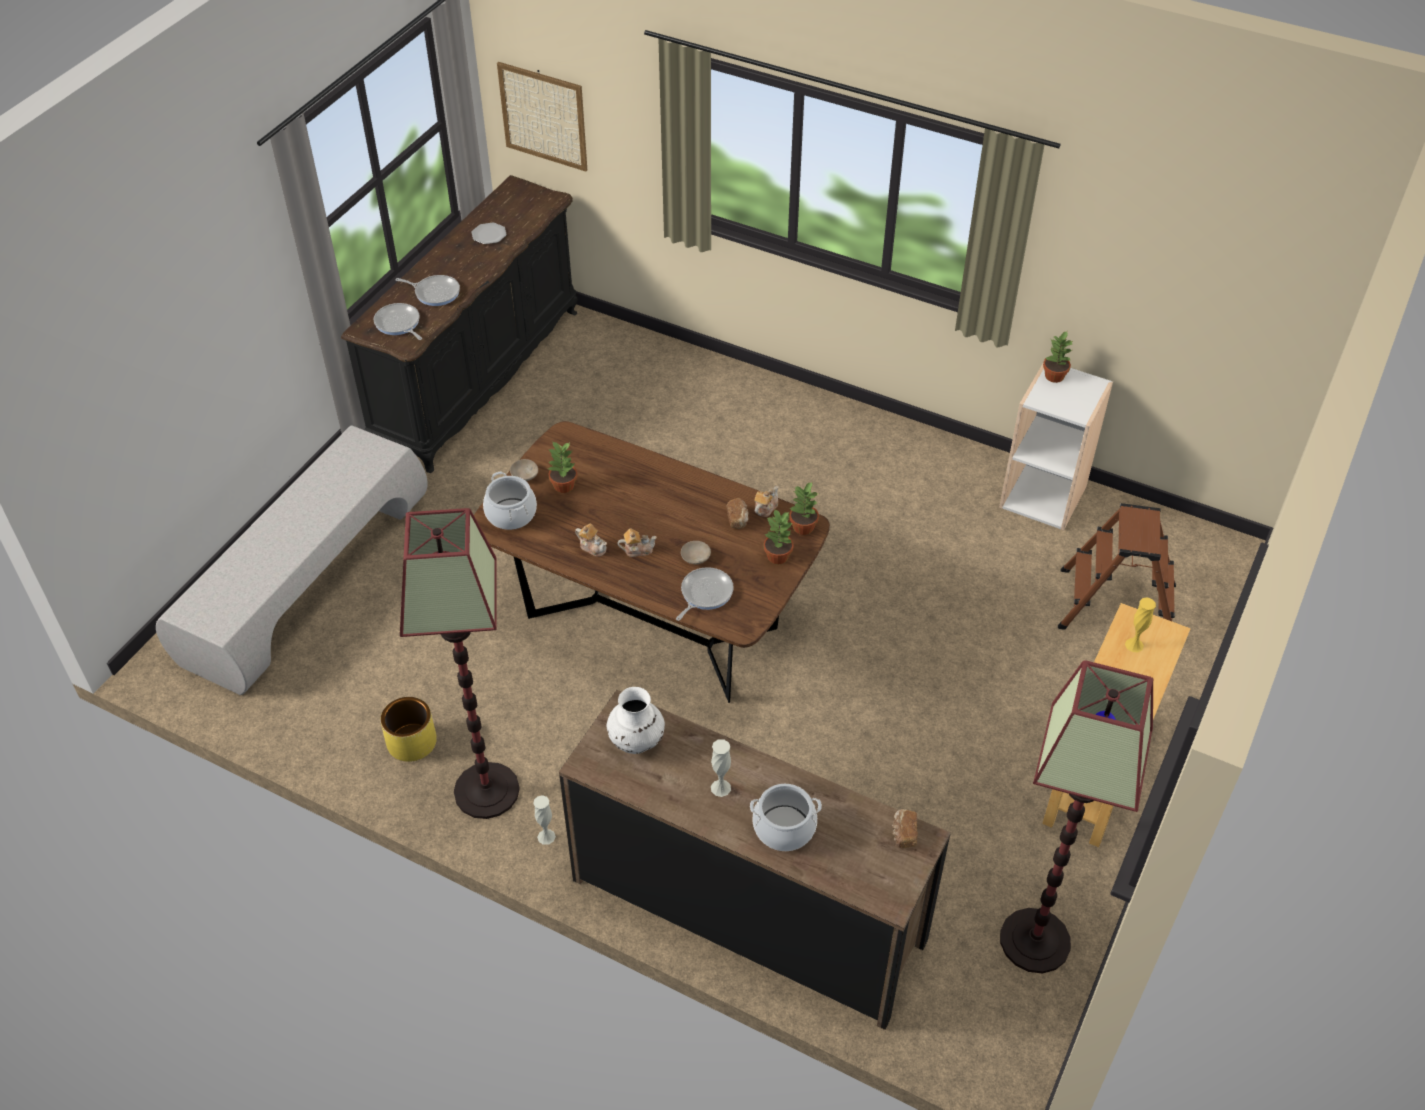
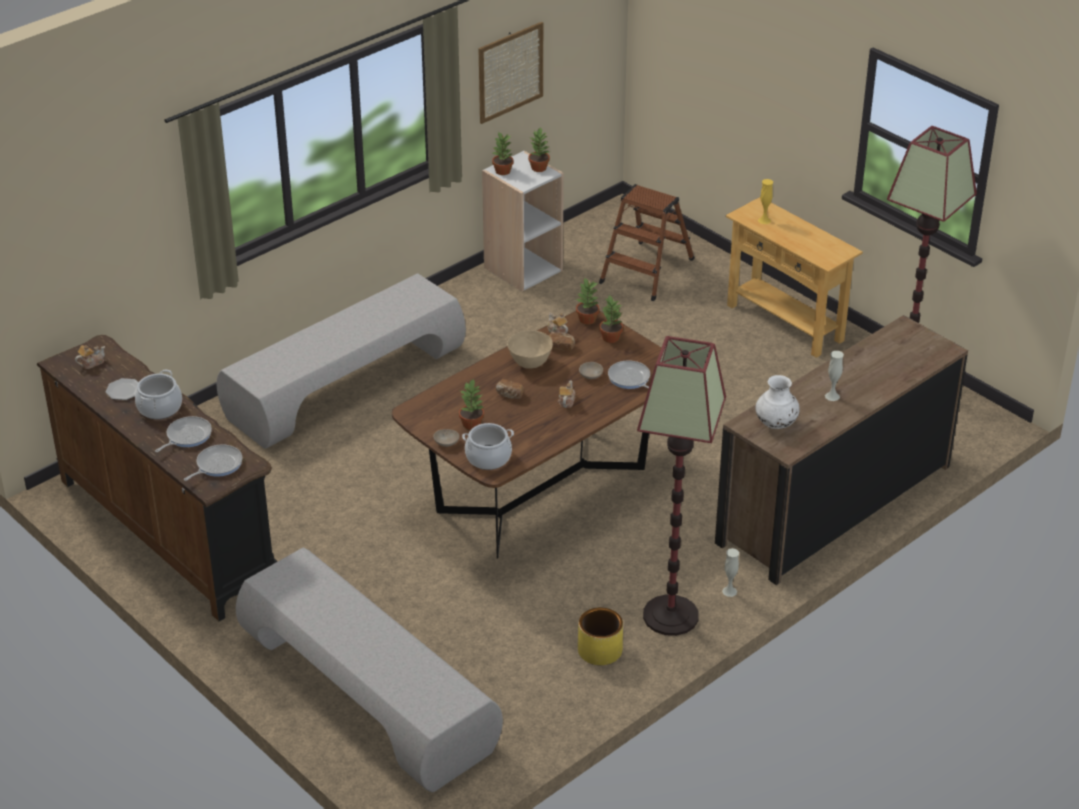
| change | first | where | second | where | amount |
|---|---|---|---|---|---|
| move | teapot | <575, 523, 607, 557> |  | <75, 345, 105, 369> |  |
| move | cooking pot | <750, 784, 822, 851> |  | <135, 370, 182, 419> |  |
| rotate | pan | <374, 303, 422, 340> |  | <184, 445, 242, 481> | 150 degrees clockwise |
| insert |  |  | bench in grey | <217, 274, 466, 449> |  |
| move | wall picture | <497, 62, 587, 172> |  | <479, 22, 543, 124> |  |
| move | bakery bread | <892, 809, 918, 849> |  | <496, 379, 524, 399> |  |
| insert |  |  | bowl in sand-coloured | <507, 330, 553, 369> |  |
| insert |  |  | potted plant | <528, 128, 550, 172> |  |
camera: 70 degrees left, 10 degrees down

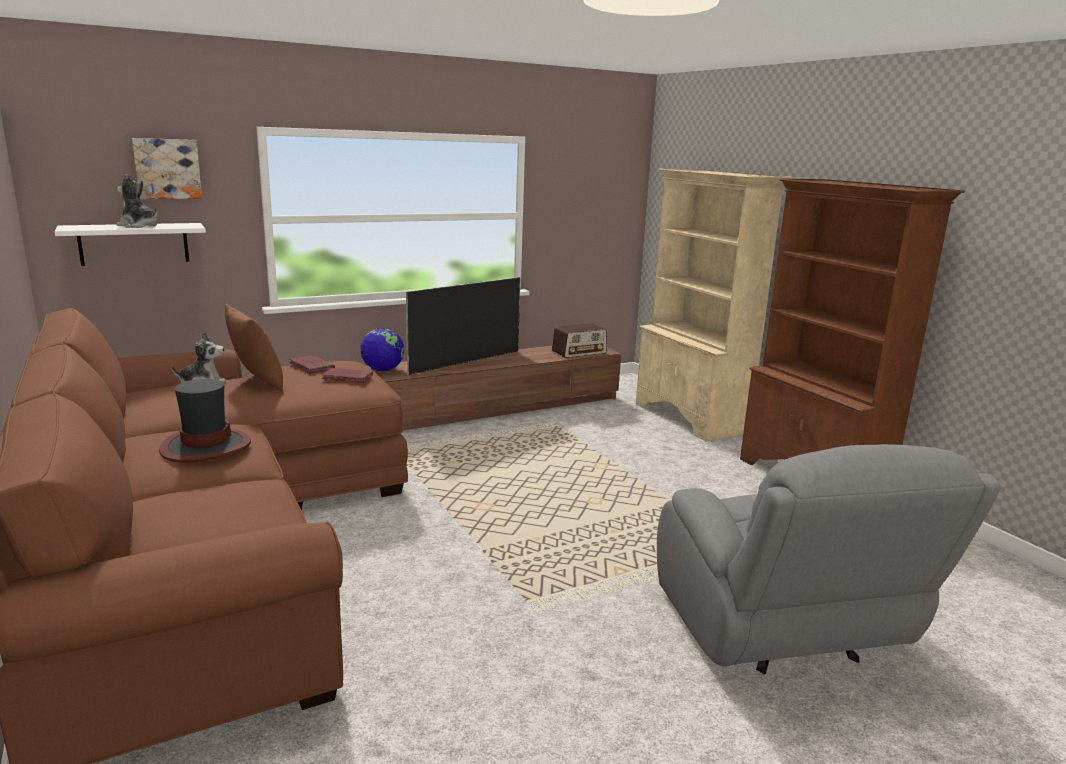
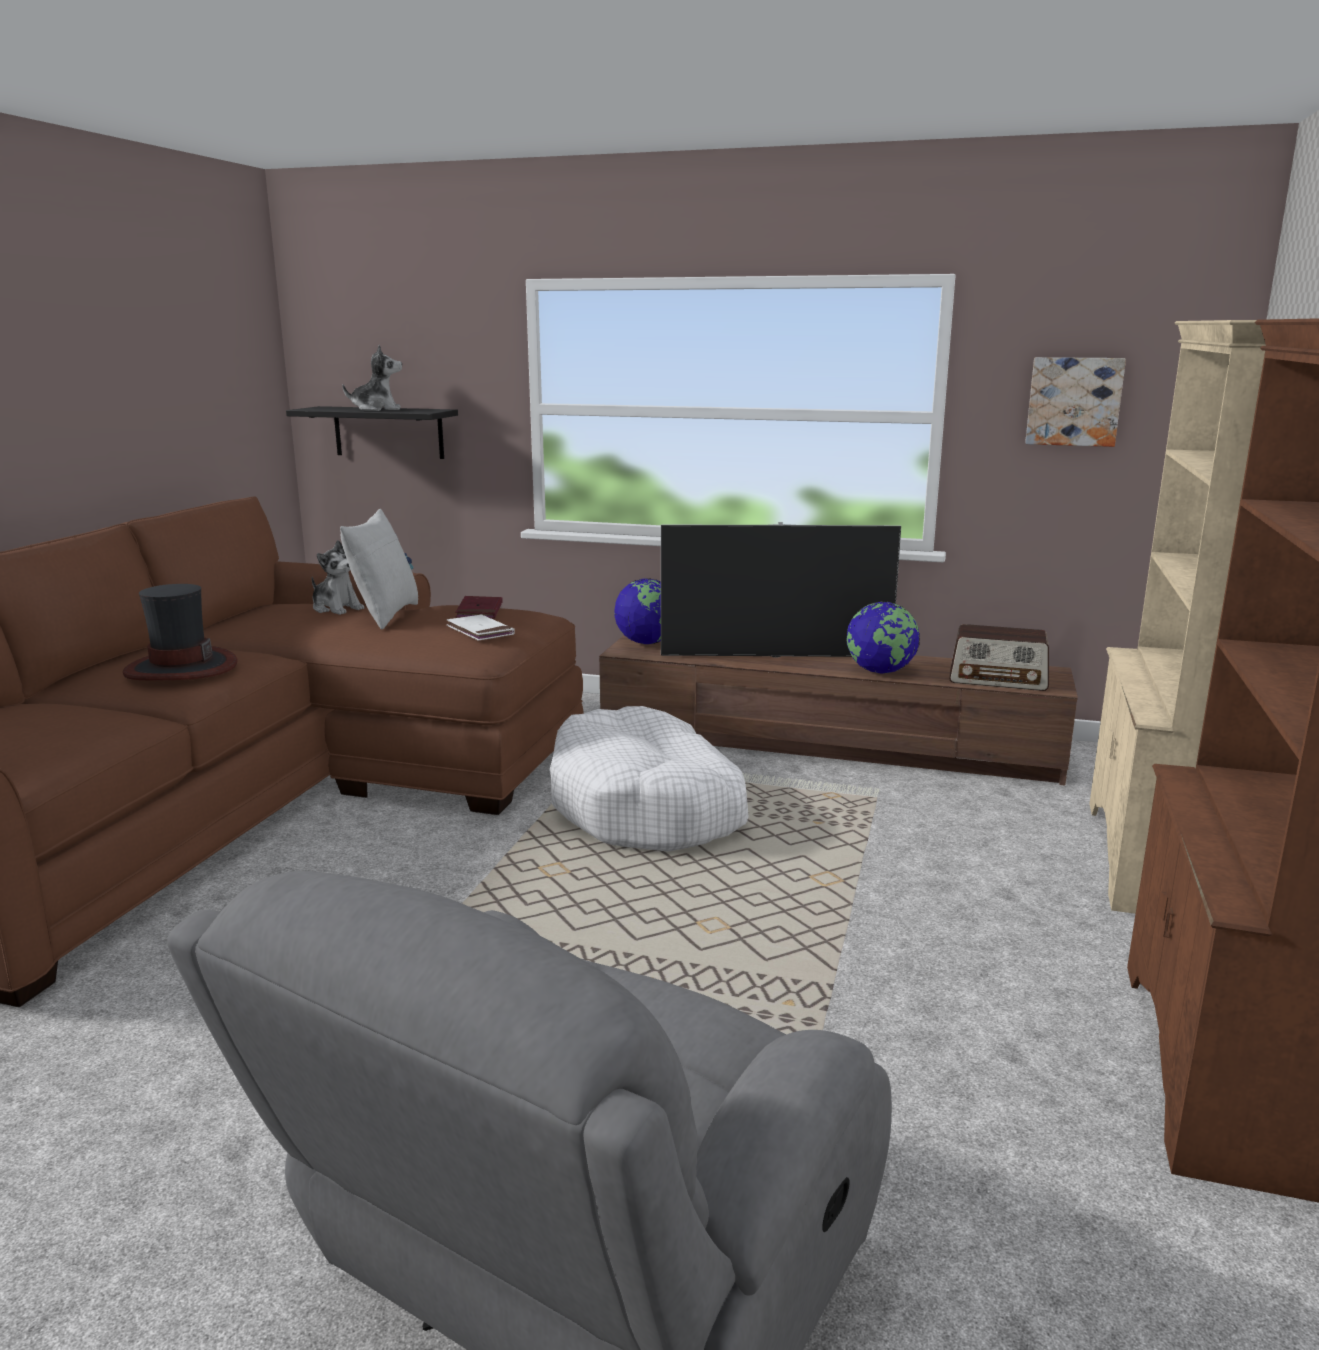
| change | first | where | second | where | amount |
|---|---|---|---|---|---|
| recolor | wall shelf in white | <54, 223, 206, 266> | wall shelf in black | <286, 406, 458, 459> |  |
| recolor | throw pillow in brown-coloured | <225, 304, 283, 391> | throw pillow in grey | <340, 509, 418, 630> |  |
| rotate | cuddly toy | <116, 174, 158, 228> |  | <342, 345, 402, 411> | 105 degrees clockwise |
| recolor | book in reddish | <321, 368, 373, 383> | book in white | <447, 614, 515, 641> |  |
| insert |  |  | dog cushion in white | <550, 706, 749, 852> |  |
| insert |  |  | world globe | <846, 602, 920, 674> |  |
| move | wall picture | <132, 138, 202, 199> |  | <1025, 357, 1126, 447> |  |
camera: 45 degrees right, 0 degrees up

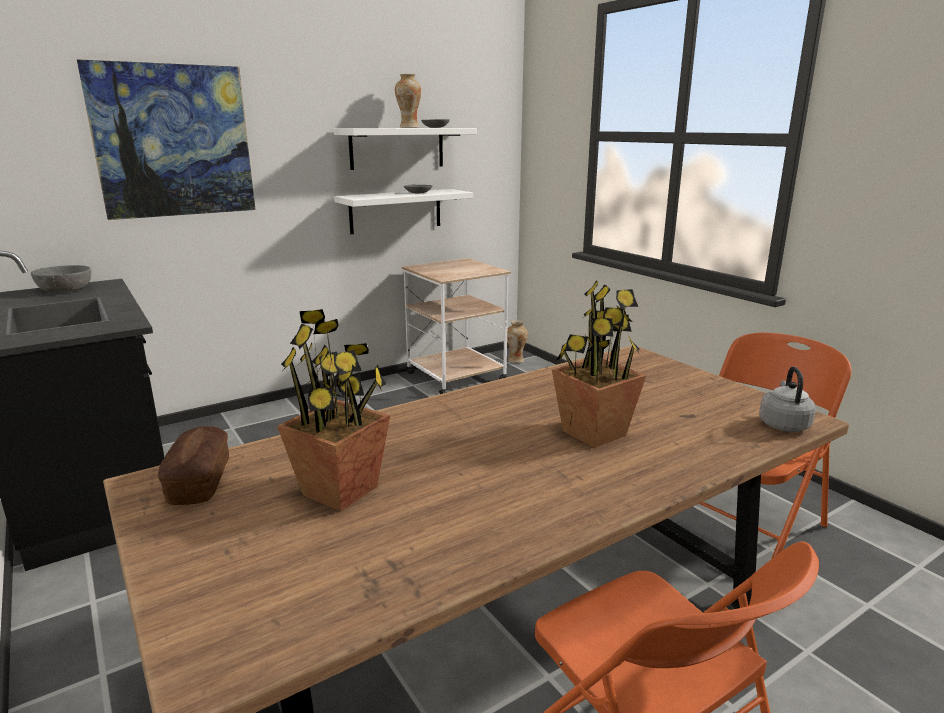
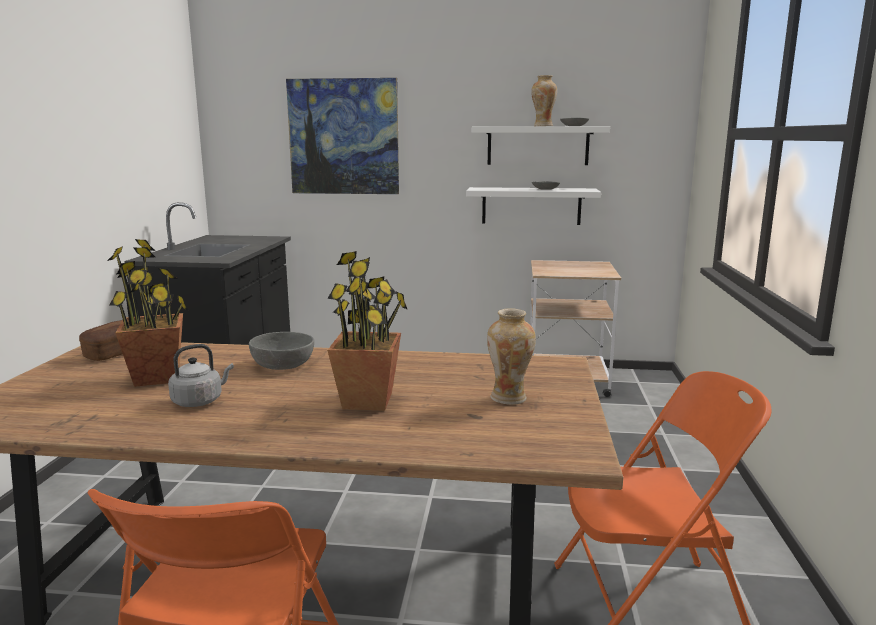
| change | first | where | second | where | amount |
|---|---|---|---|---|---|
| move | tea kettle in grey | <759, 367, 816, 432> |  | <168, 344, 234, 407> |  |
| move | bowl in grey | <31, 265, 91, 293> |  | <249, 332, 314, 370> |  |
| move | decorative vase | <507, 320, 528, 363> |  | <487, 309, 536, 405> |  |
camera: 40 degrees right, 5 degrees down

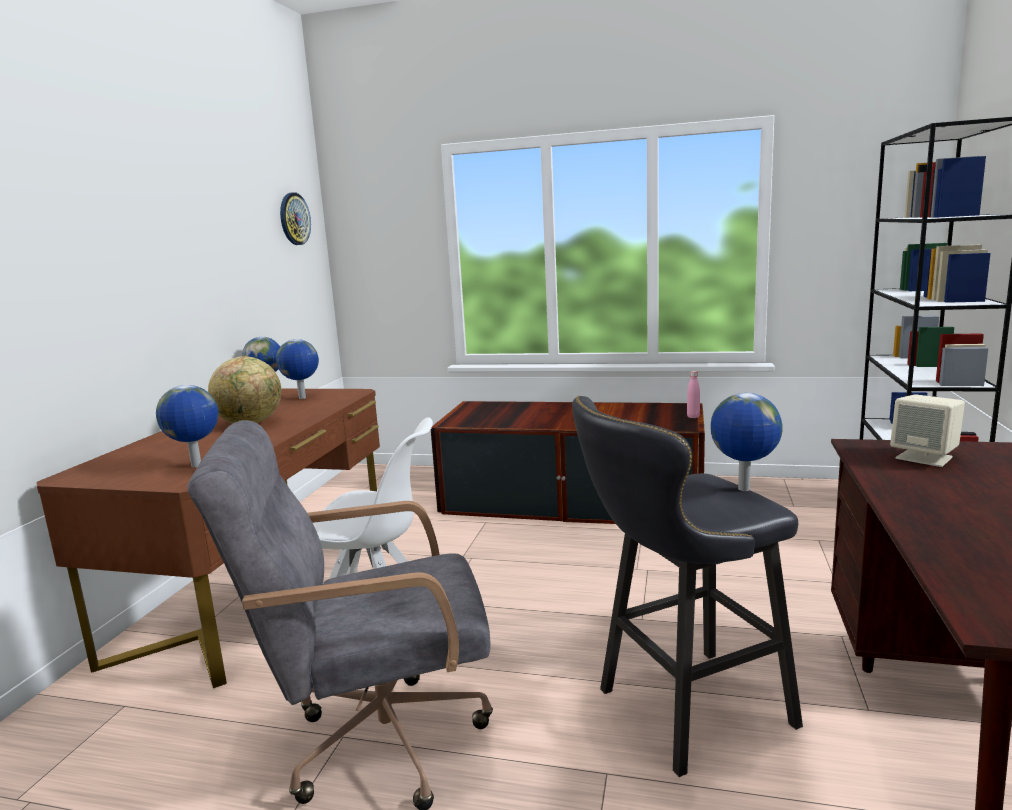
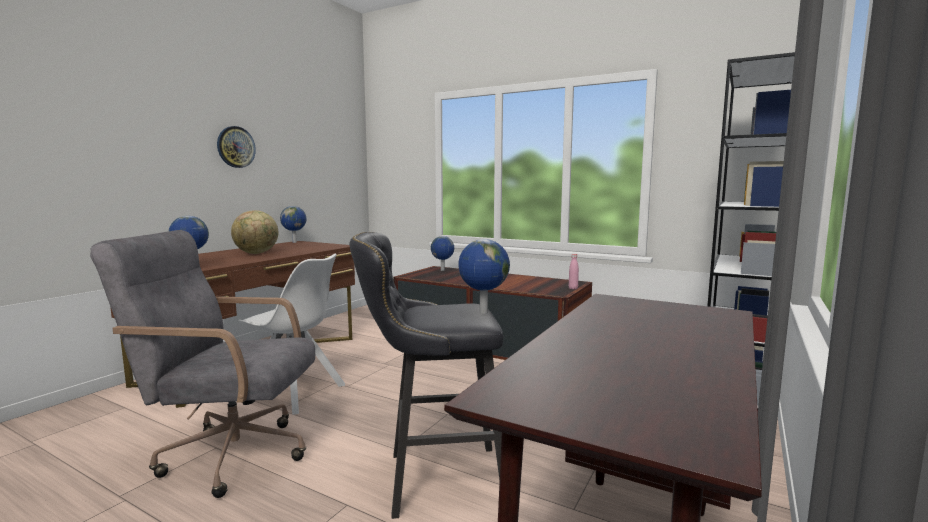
| change | first | where | second | where | amount |
|---|---|---|---|---|---|
| move | clock on the wall | <280, 192, 311, 245> |  | <217, 126, 256, 168> |  |
| move | world globe | <276, 339, 319, 399> |  | <431, 236, 454, 271> |  |
| delete | loudspeaker in sand-coloured | <890, 394, 965, 467> |  |  |  |
camera: 15 degrees right, 5 degrees down

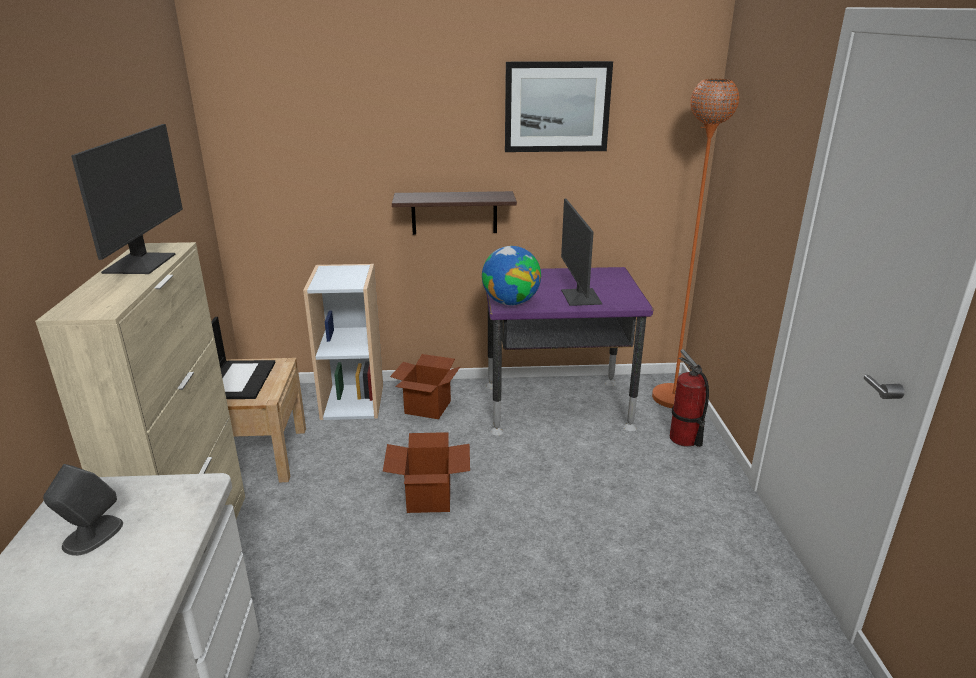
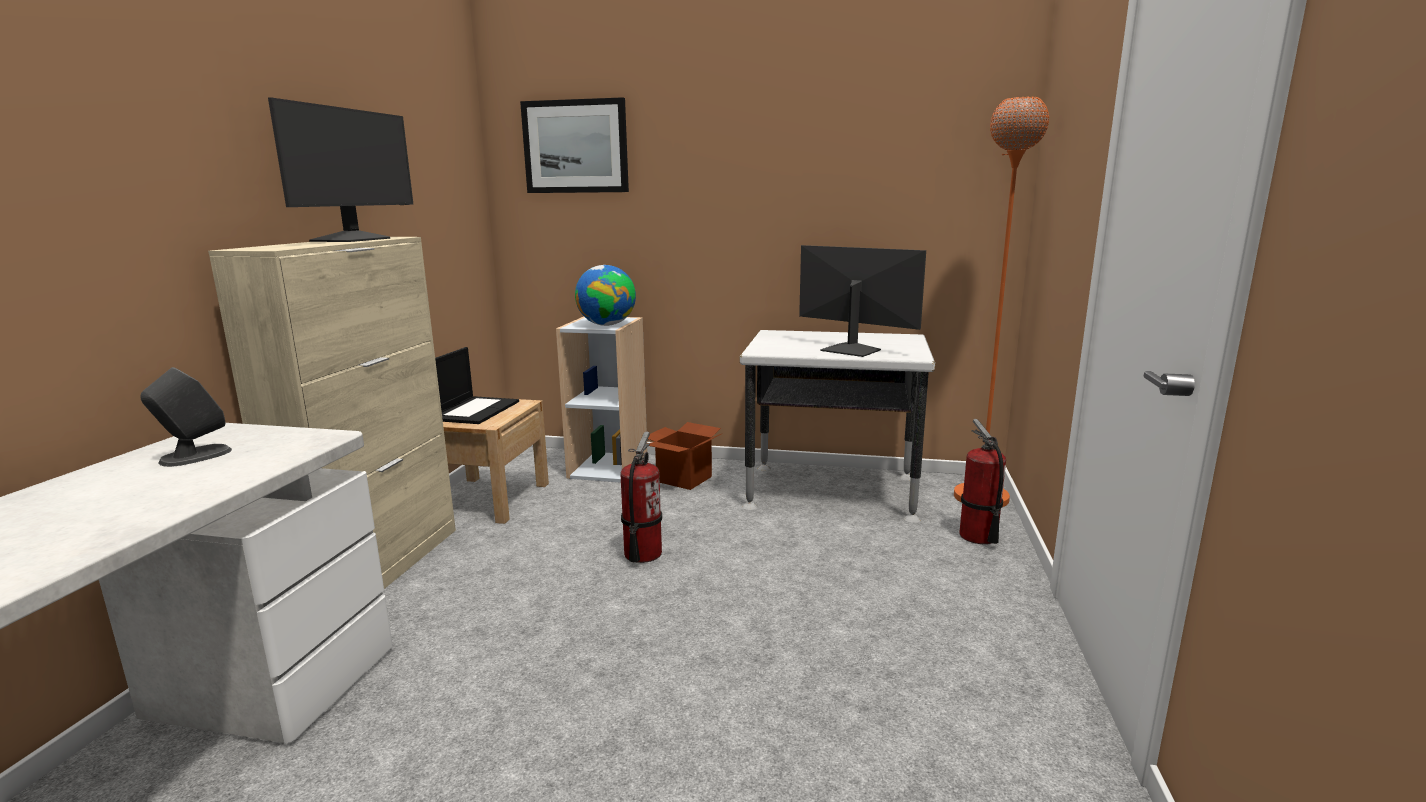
| change | first | where | second | where | amount |
|---|---|---|---|---|---|
| move | wall picture | <505, 61, 613, 152> |  | <520, 97, 629, 193> |  |
| move | world globe | <482, 246, 541, 305> |  | <575, 265, 636, 326> |  |
| replace | packing box | <383, 432, 470, 513> | fire-fighting cylinder | <620, 431, 662, 563> |  |
| recolor | desk unit in purplish | <486, 267, 653, 435> | desk unit in white | <740, 330, 935, 523> |  |
| rotate | computer display | <561, 199, 602, 306> |  | <799, 245, 926, 357> | 120 degrees clockwise |
| delete | wall shelf | <392, 191, 517, 235> |  |  |  |
camera: 15 degrees right, 10 degrees down

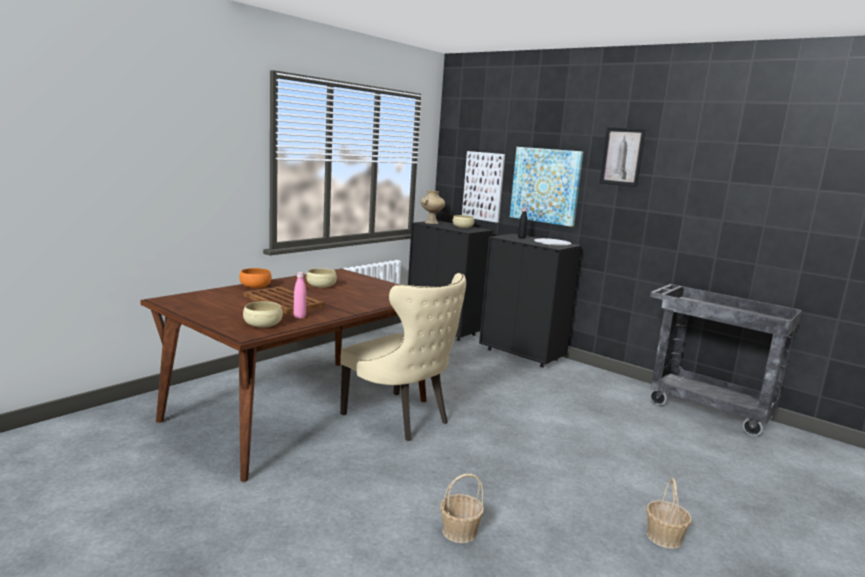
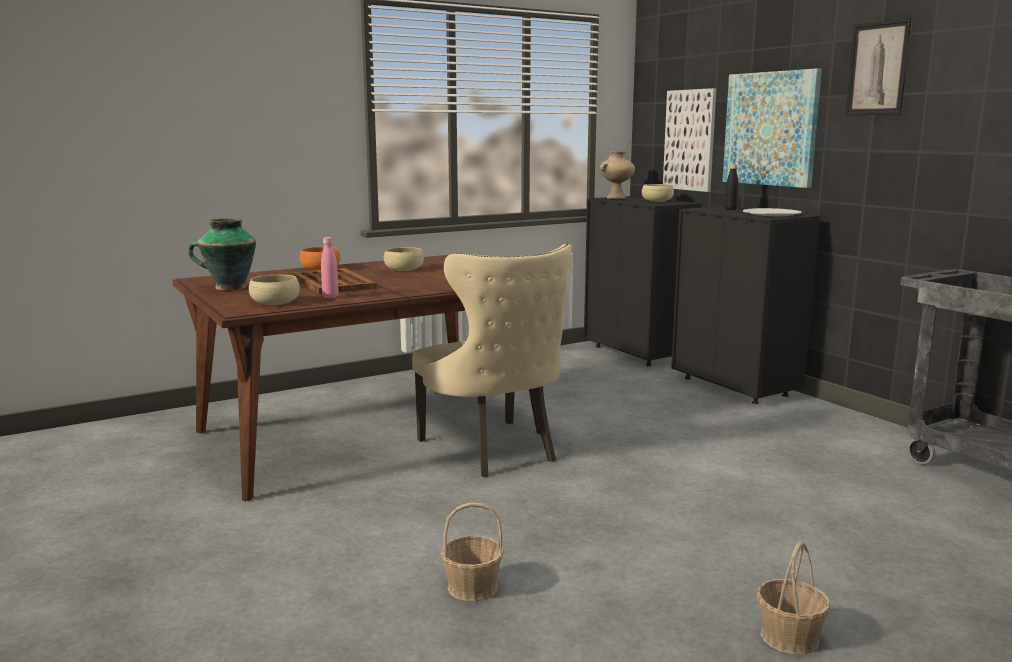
| change | first | where | second | where | amount |
|---|---|---|---|---|---|
| insert |  |  | decorative vase | <188, 218, 256, 290> |  |
camera: 20 degrees right, 0 degrees up

